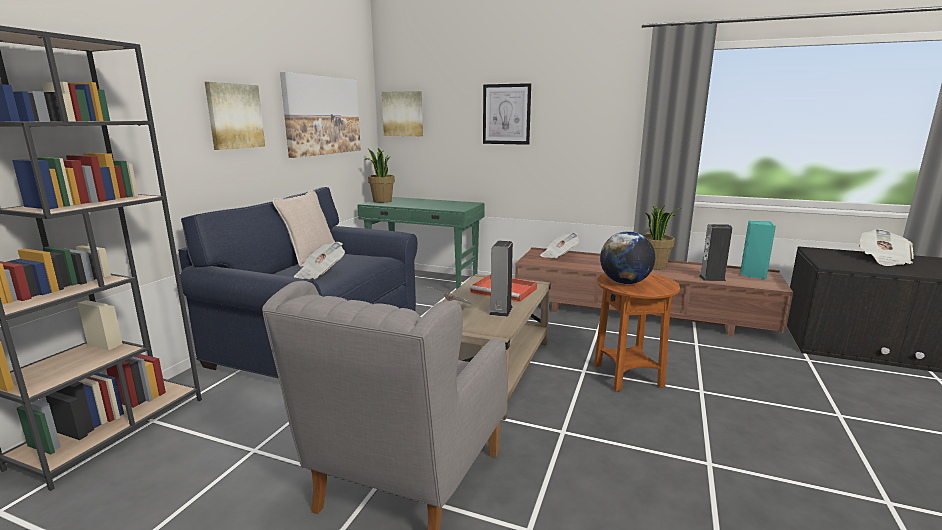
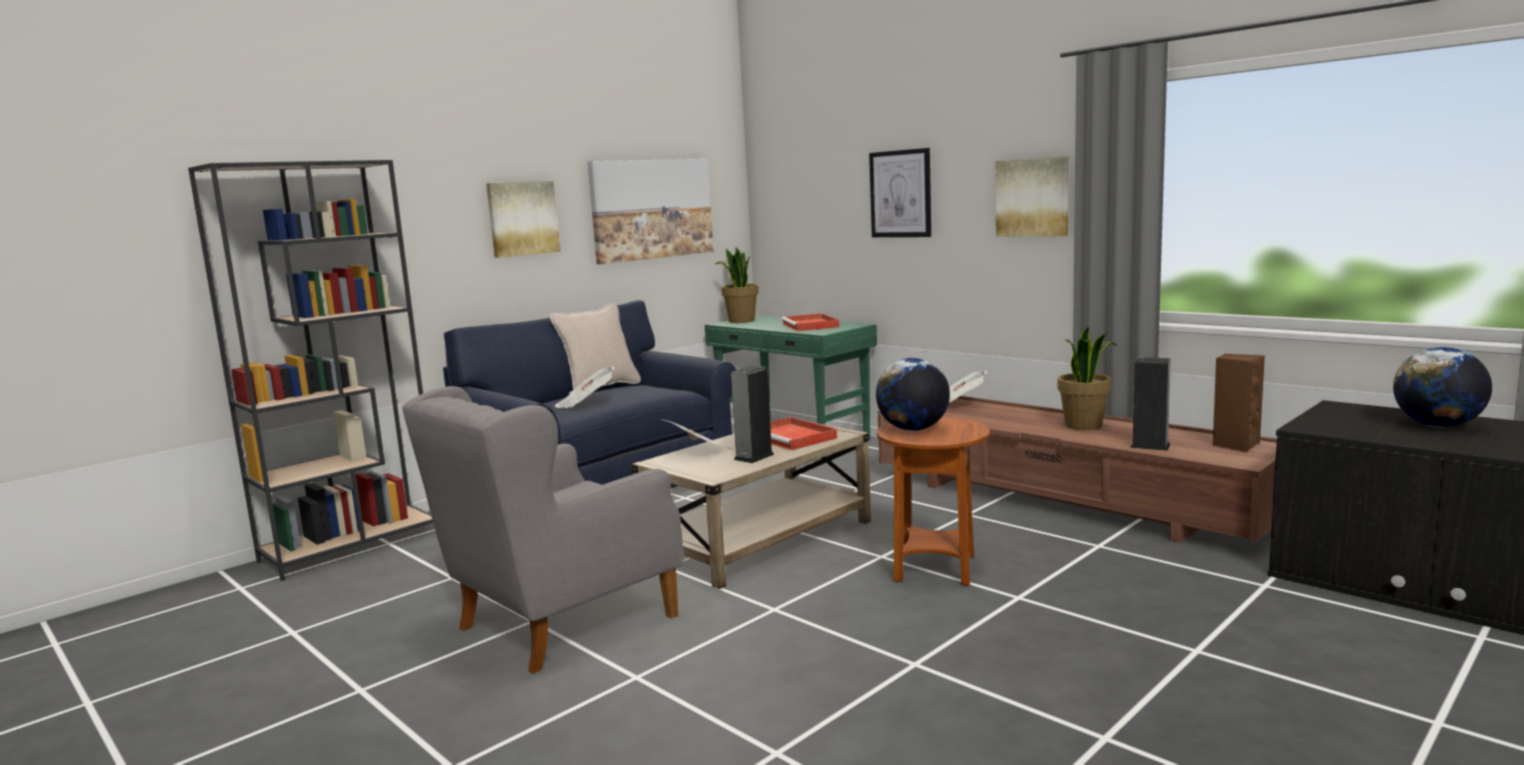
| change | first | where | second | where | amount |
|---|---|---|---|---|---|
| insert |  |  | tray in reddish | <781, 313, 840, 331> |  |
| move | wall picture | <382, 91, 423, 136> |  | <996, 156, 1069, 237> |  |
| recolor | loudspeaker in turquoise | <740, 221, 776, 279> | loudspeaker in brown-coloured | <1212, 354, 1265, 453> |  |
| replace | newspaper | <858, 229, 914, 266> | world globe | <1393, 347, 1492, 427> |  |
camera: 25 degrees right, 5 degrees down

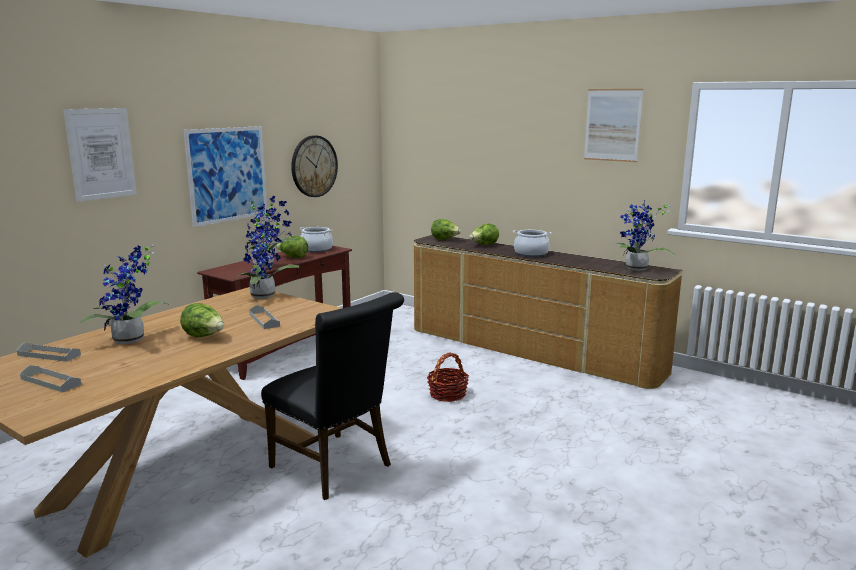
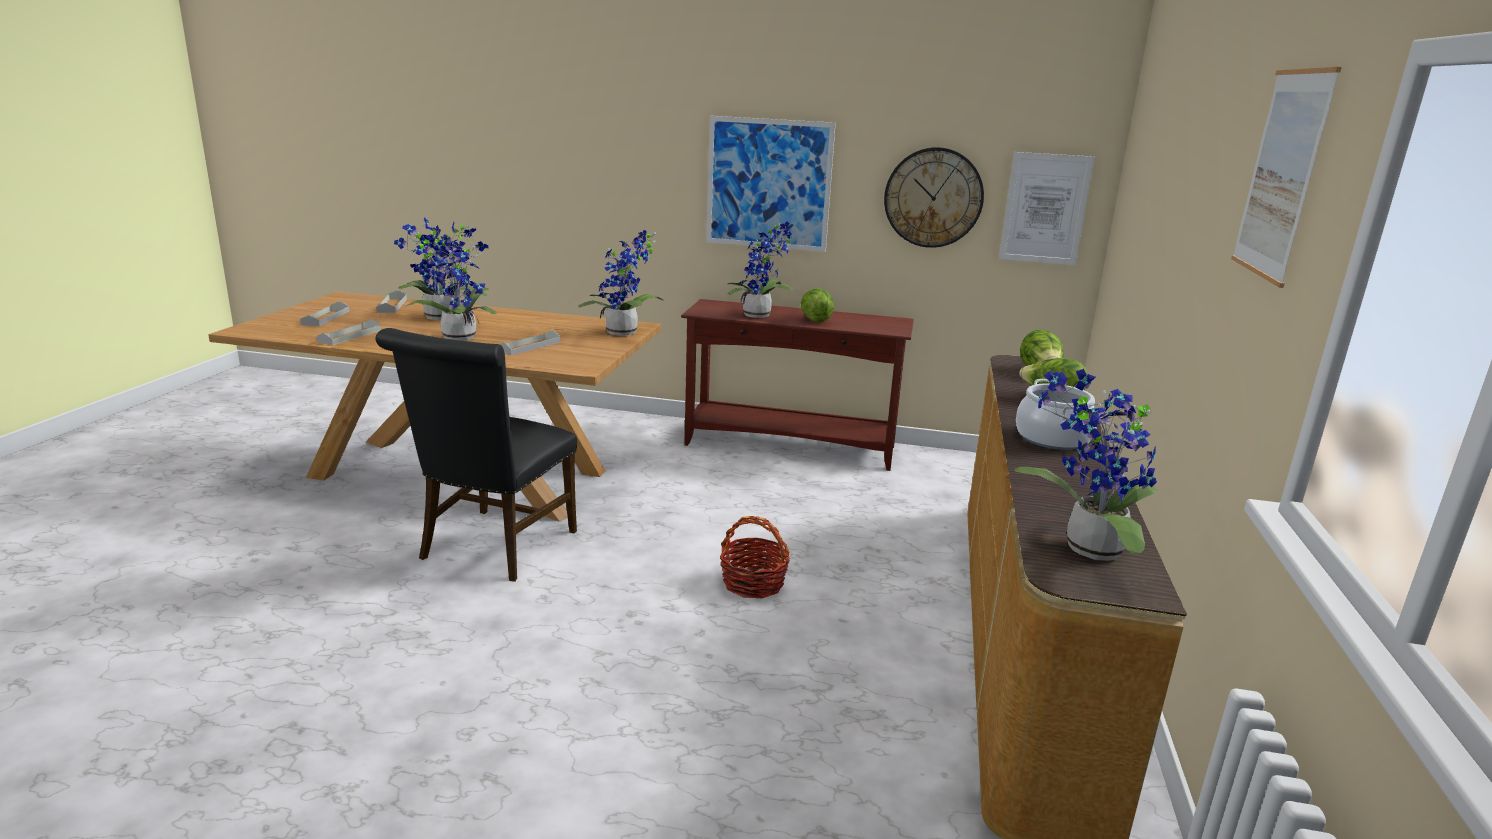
| change | first | where | second | where | amount |
|---|---|---|---|---|---|
| insert |  |  | tray in grey | <316, 319, 381, 345> |  |
| replace | lettuce | <180, 303, 224, 337> | potted plant | <405, 222, 497, 341> |  |
| move | wall picture | <63, 108, 137, 202> |  | <999, 152, 1095, 265> |  |
| delete | cooking pot | <300, 227, 333, 252> |  |  |  |
camera: 65 degrees right, 5 degrees up

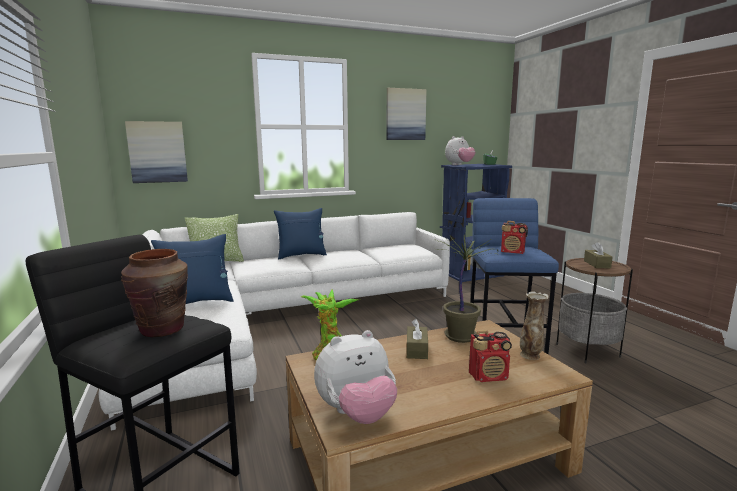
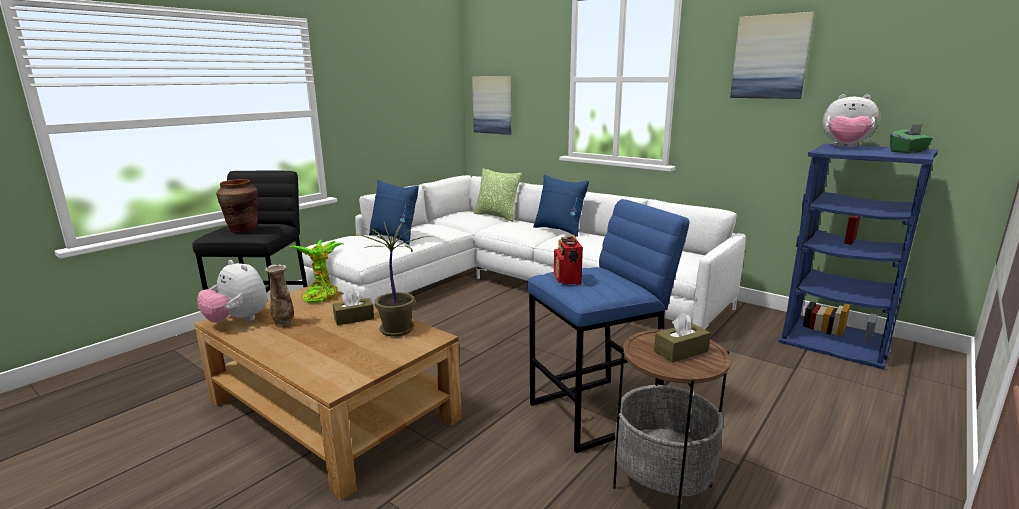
| change | first | where | second | where | amount |
|---|---|---|---|---|---|
| move | decorative vase | <520, 292, 549, 360> |  | <265, 264, 294, 328> |  |
| delete | radio set | <469, 330, 512, 382> |  |  |  |
camera: 60 degrees right, 5 degrees up

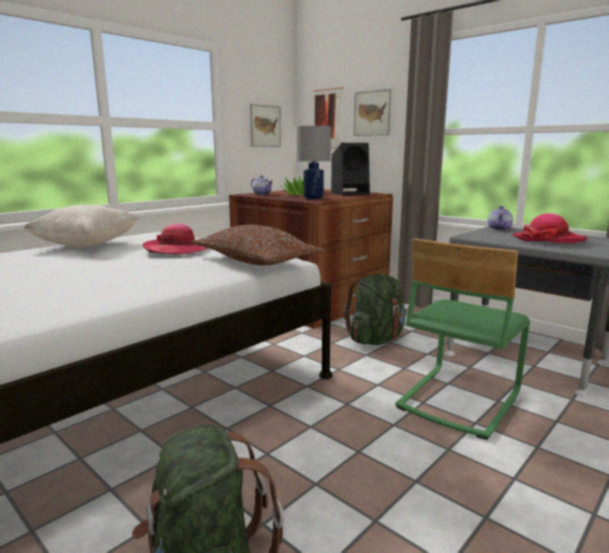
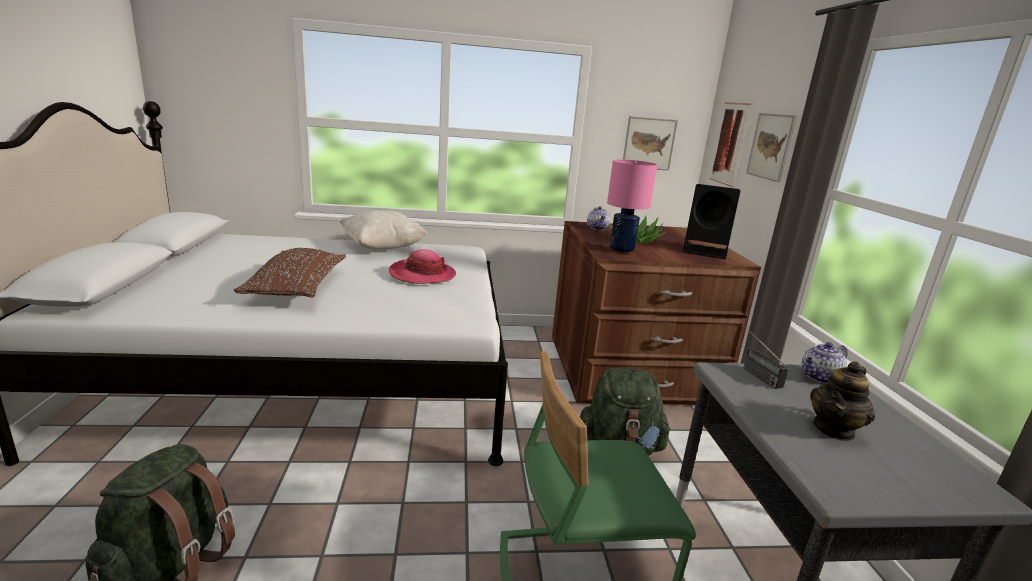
| change | first | where | second | where | amount |
|---|---|---|---|---|---|
| move | throw pillow in brown-coloured | <191, 225, 324, 265> |  | <234, 248, 346, 298> |  |
| recolor | lamp for a table in grey | <297, 125, 331, 199> | lamp for a table in pinkish | <607, 159, 657, 253> |  |
| insert |  |  | radio set | <742, 324, 788, 389> |  |
| replace | wearable hat | <512, 213, 587, 244> | teapot | <810, 361, 875, 442> |  |
camera: 40 degrees right, 5 degrees up

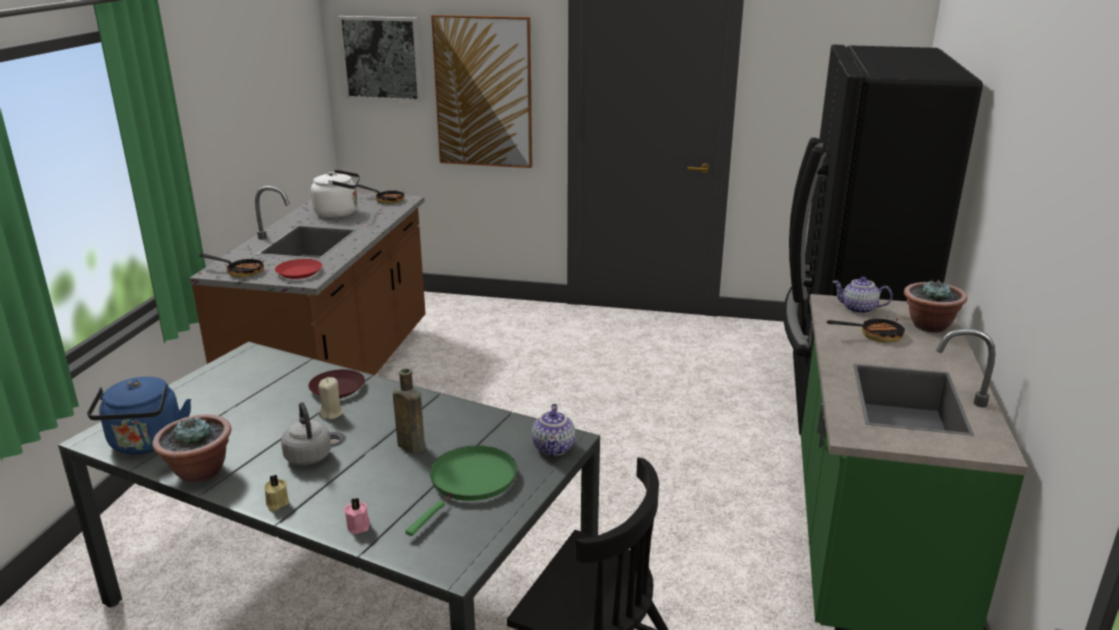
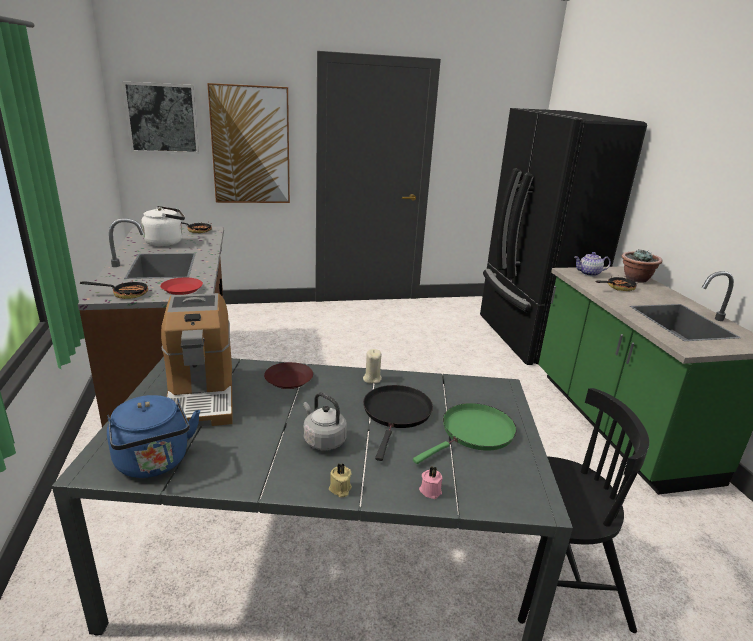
| change | first | where | second | where | amount |
|---|---|---|---|---|---|
| insert |  |  | coffee brewer | <161, 293, 233, 427> |  |
| move | candle in sand-coloured | <318, 377, 343, 420> |  | <363, 349, 382, 384> |  |
| replace | drink bottle in brown-coloured | <393, 368, 425, 453> | pan in black | <363, 385, 433, 461> |  |
| rotate | pan in greenish | <405, 445, 517, 536> |  | <413, 403, 516, 464> | 45 degrees clockwise |
| delete | potted plant | <152, 414, 231, 483> |  |  |  |
| delete | teapot | <532, 403, 575, 456> |  |  |  |
camera: 25 degrees left, 0 degrees up

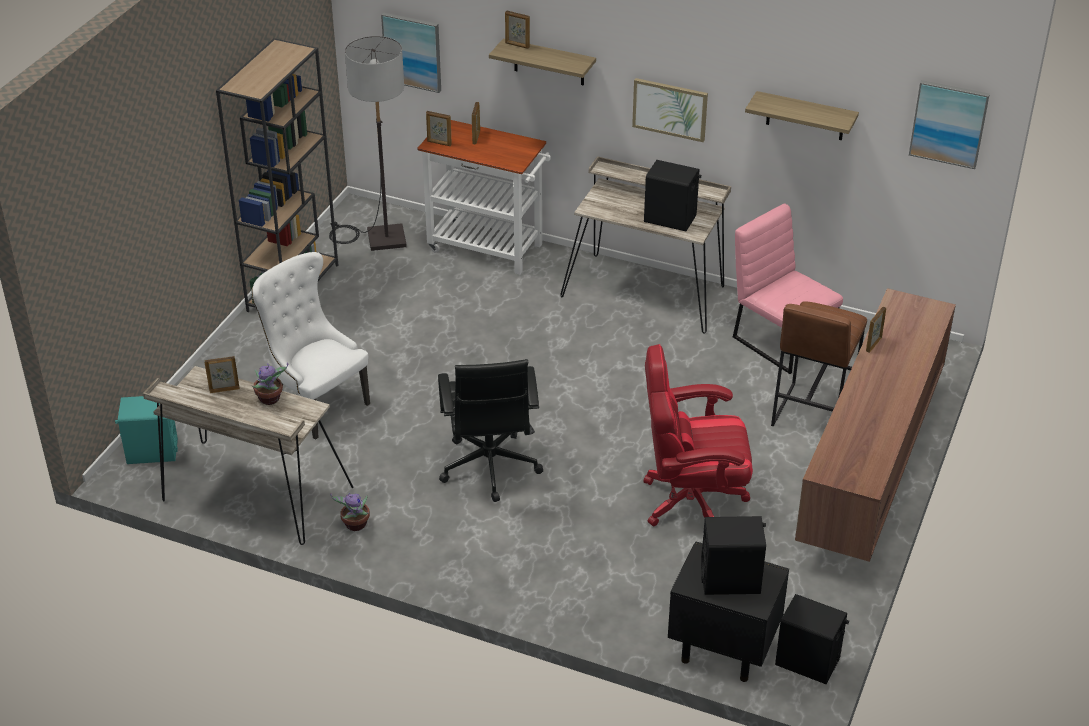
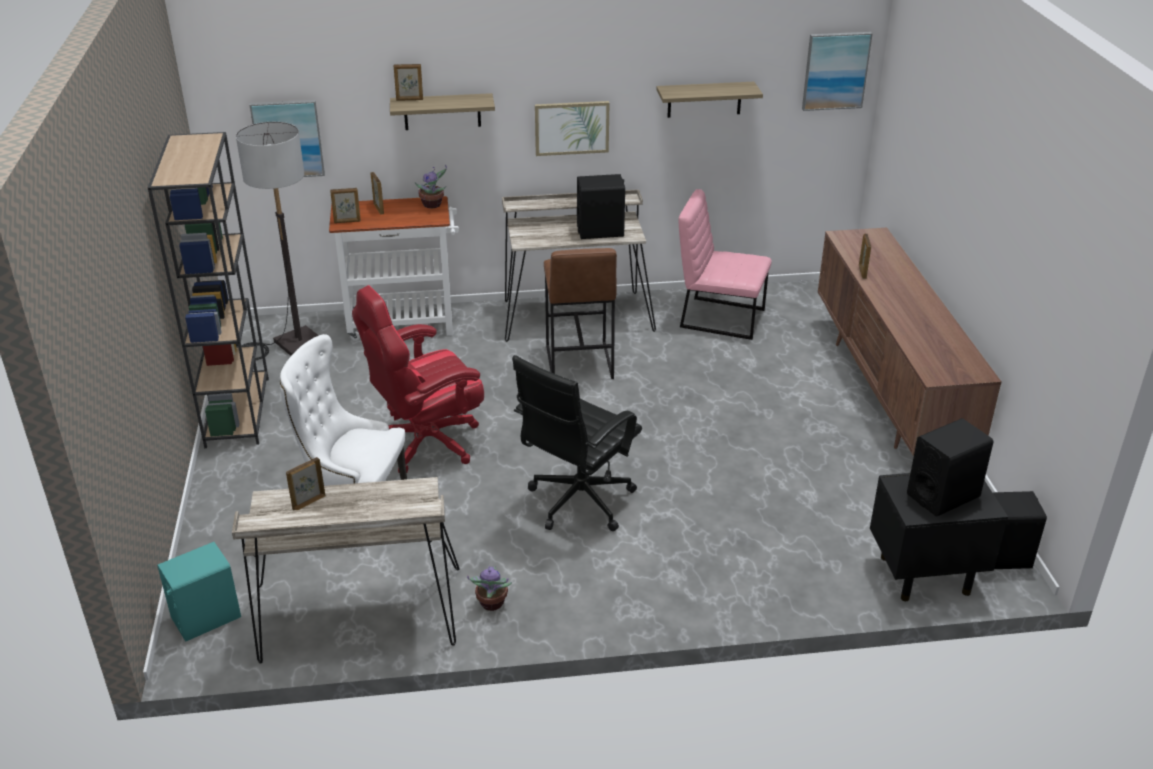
| change | first | where | second | where | amount |
|---|---|---|---|---|---|
| move | office chair in reddish | <644, 344, 753, 526> |  | <352, 285, 484, 473> |  |
| move | potted plant | <252, 362, 288, 405> |  | <415, 165, 447, 208> |  |
| rotate | office chair in black | <438, 359, 543, 502> |  | <512, 355, 642, 531> | 75 degrees clockwise |
| move | sitting stool in brown-coloured | <771, 301, 867, 427> |  | <544, 248, 617, 379> |  |
camera: 30 degrees left, 5 degrees down

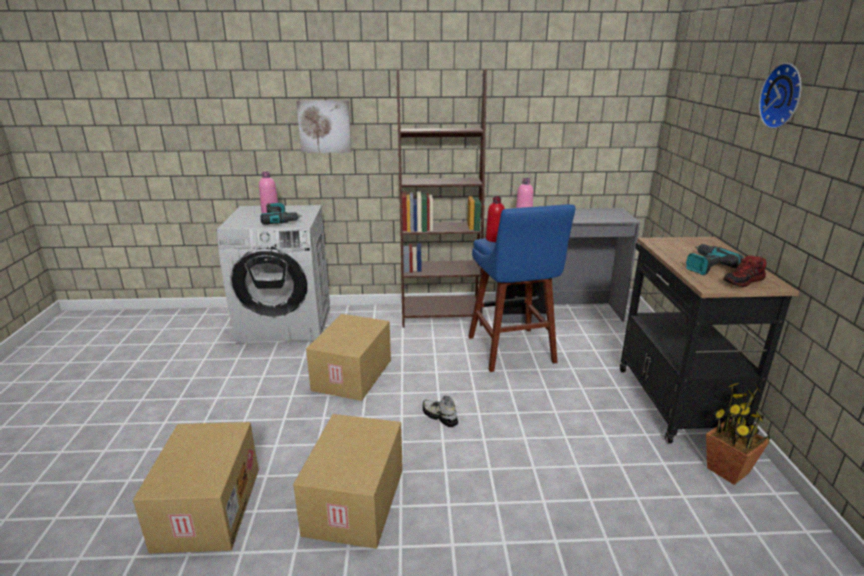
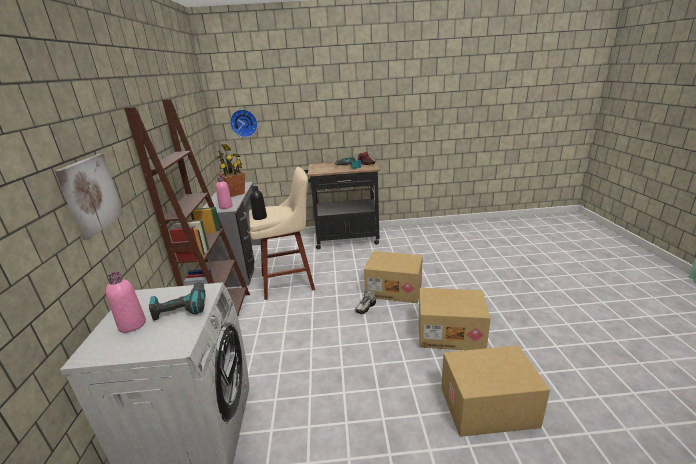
| change | first | where | second | where | amount |
|---|---|---|---|---|---|
| move | potted plant | <706, 382, 770, 485> |  | <217, 144, 245, 197> |  |
| move | clock on the wall | <759, 63, 801, 129> |  | <230, 109, 258, 137> |  |
| recolor | sitting stool in blue-coloured | <468, 204, 575, 372> | sitting stool in sand-coloured | <249, 167, 315, 300> |  |
| recolor | drink bottle in reddish | <486, 196, 505, 242> | drink bottle in black | <250, 186, 267, 220> |  |
| move | packing box | <306, 314, 391, 401> |  | <364, 251, 423, 303> |  |
camera: 90 degrees left, 0 degrees up

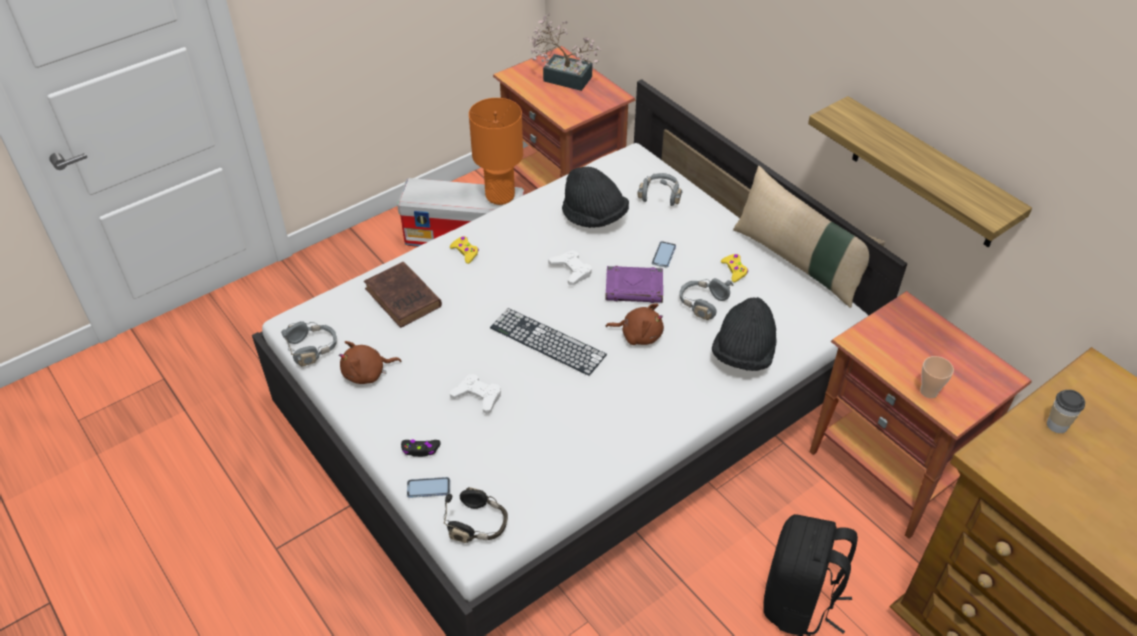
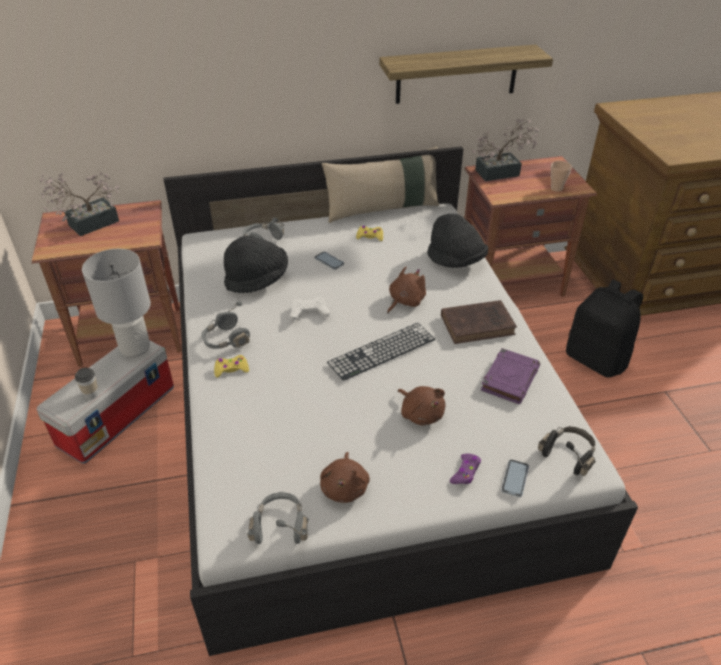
| change | first | where | second | where | amount |
|---|---|---|---|---|---|
| move | small cup | <1047, 390, 1085, 433> |  | <75, 368, 99, 400> |  |
| recolor | lamp for a table in orange | <469, 98, 523, 205> | lamp for a table in grey | <82, 249, 151, 358> |  |
| move | pair of headphones in grey | <679, 278, 734, 320> |  | <201, 301, 250, 349> |  |
| replace | game controller in white | <450, 374, 501, 414> | cuddly toy in brown-coloured | <398, 386, 446, 426> |  |
| move | book in brown-coloured | <364, 262, 442, 328> |  | <441, 300, 517, 344> |  |
| recolor | game controller in black | <401, 440, 441, 457> | game controller in purplish | <450, 453, 481, 484> |  |
| insert |  |  | potted plant | <472, 119, 539, 181> |  |
| move | book in purplish | <605, 266, 663, 303> |  | <481, 348, 540, 404> |  |
camera: 65 degrees left, 5 degrees down

